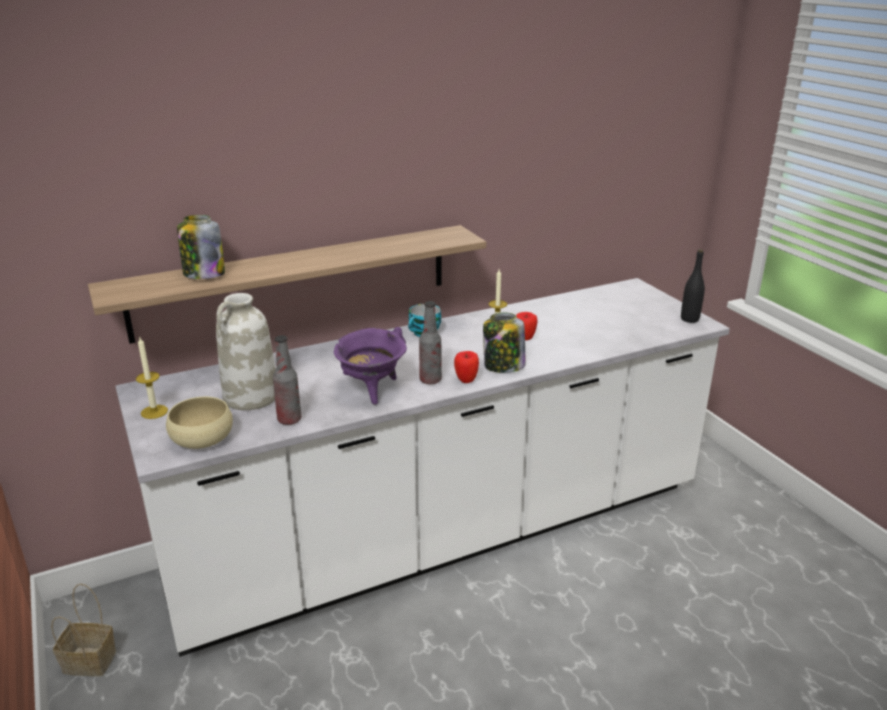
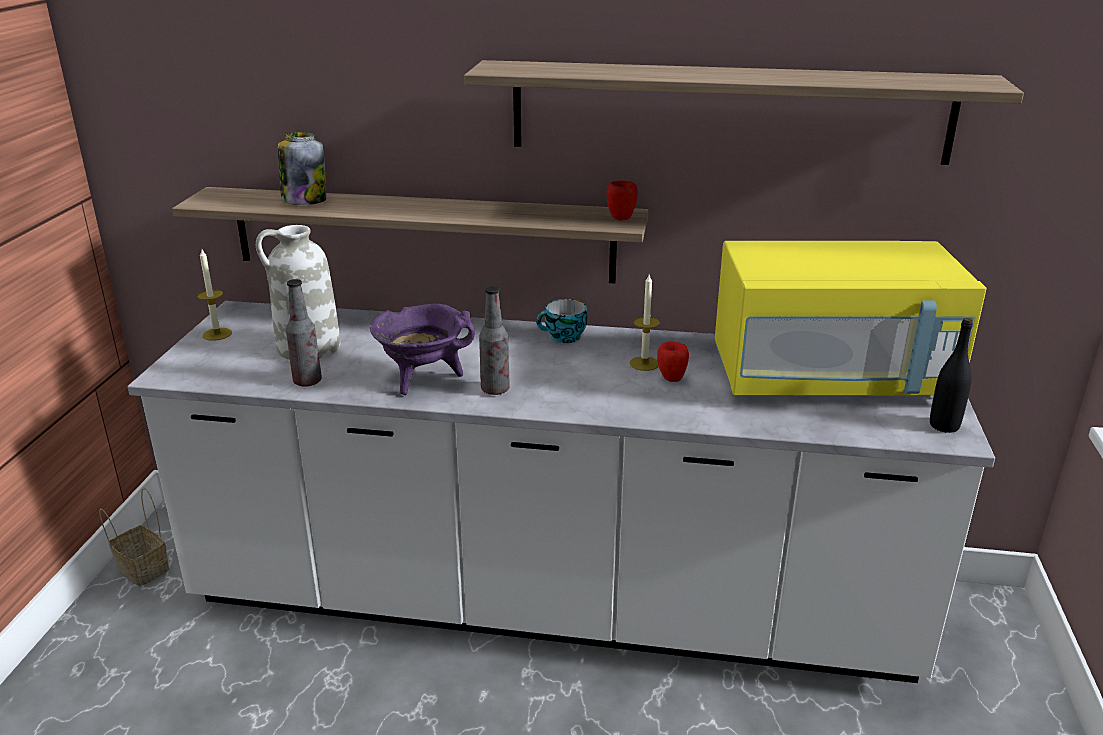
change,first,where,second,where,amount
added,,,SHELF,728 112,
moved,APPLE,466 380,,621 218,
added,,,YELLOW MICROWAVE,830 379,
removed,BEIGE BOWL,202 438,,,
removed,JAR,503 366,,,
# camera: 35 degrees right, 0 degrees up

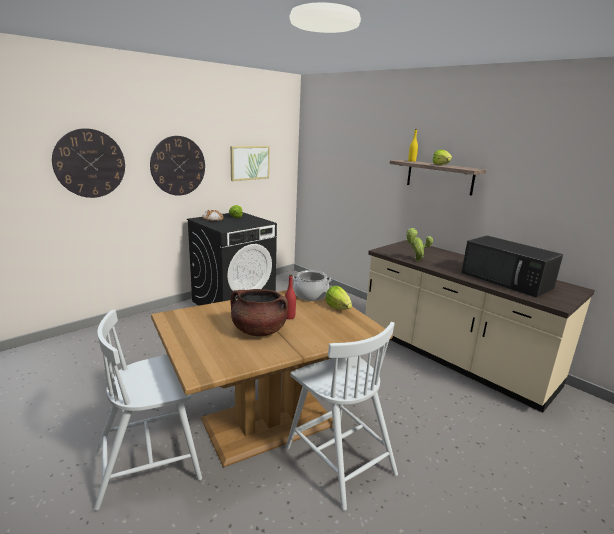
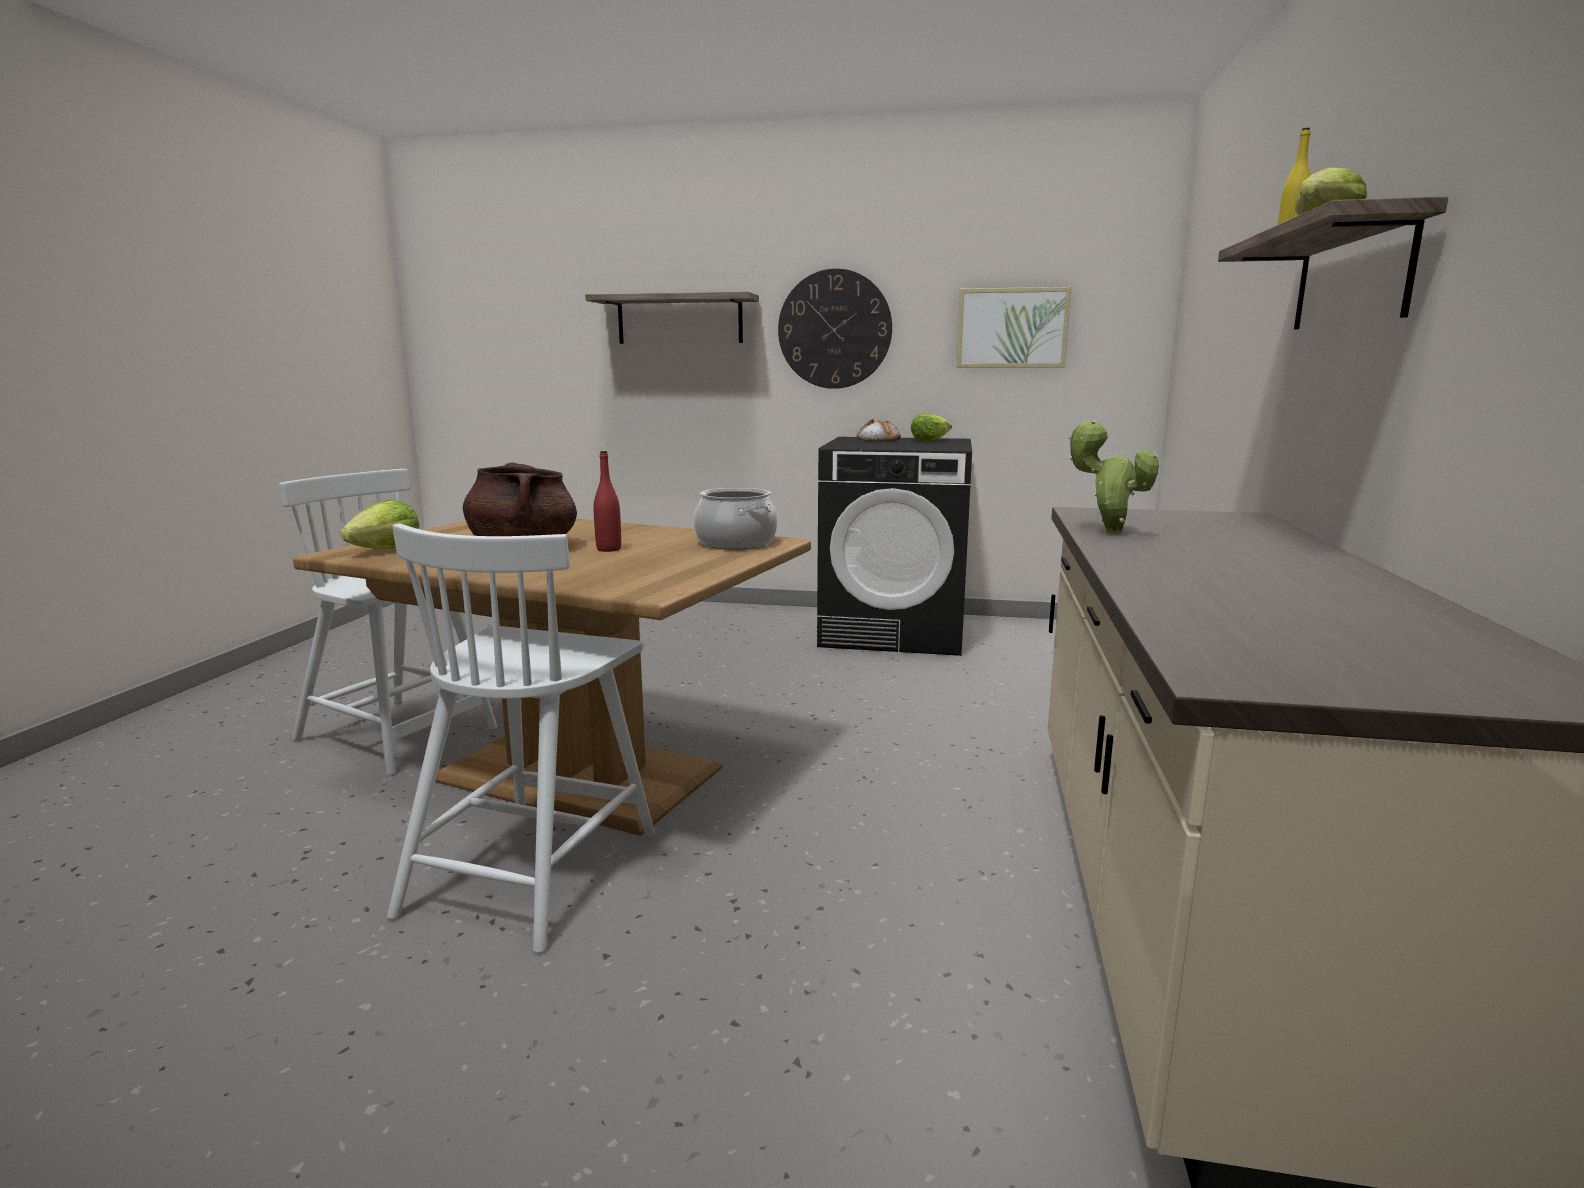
change,first,where,second,where,amount
moved,LETTUCE,338 307,,386 550,
replaced,WALL CLOCK,90 163,SHELF,680 320,
removed,BLACK MICROWAVE,507 280,,,
# camera: 55 degrees right, 5 degrees down

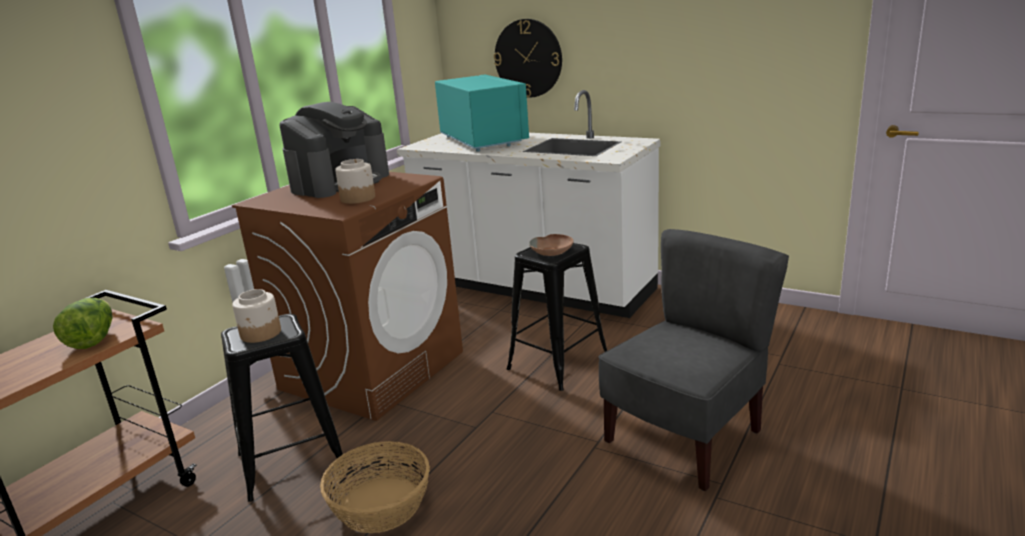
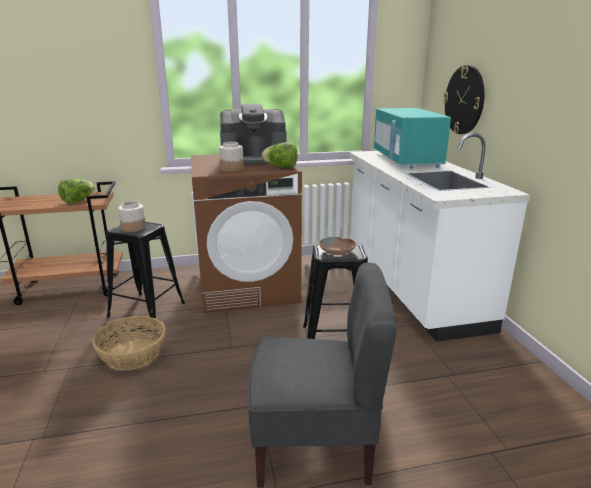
change,first,where,second,where,amount
added,,,LETTUCE,281 167,
turned,TURQUOISE MICROWAVE,483 140,,406 160,150 degrees clockwise
# camera: 45 degrees right, 0 degrees up

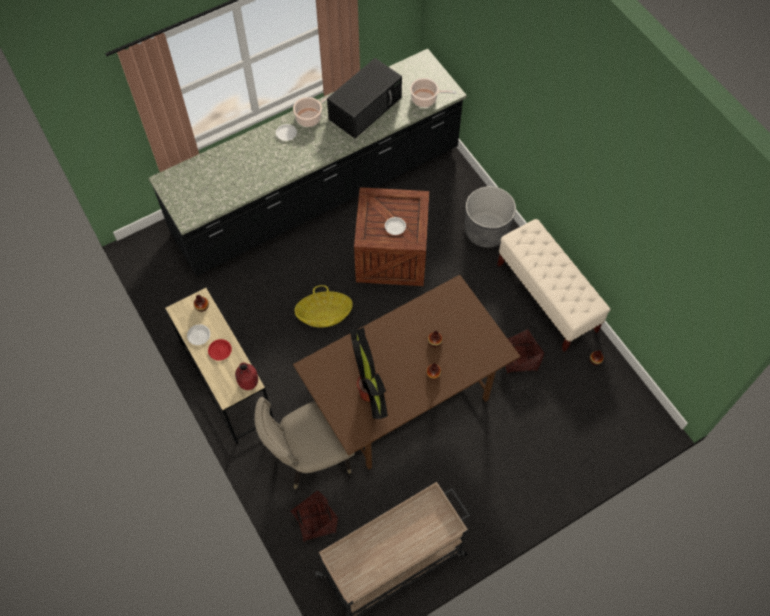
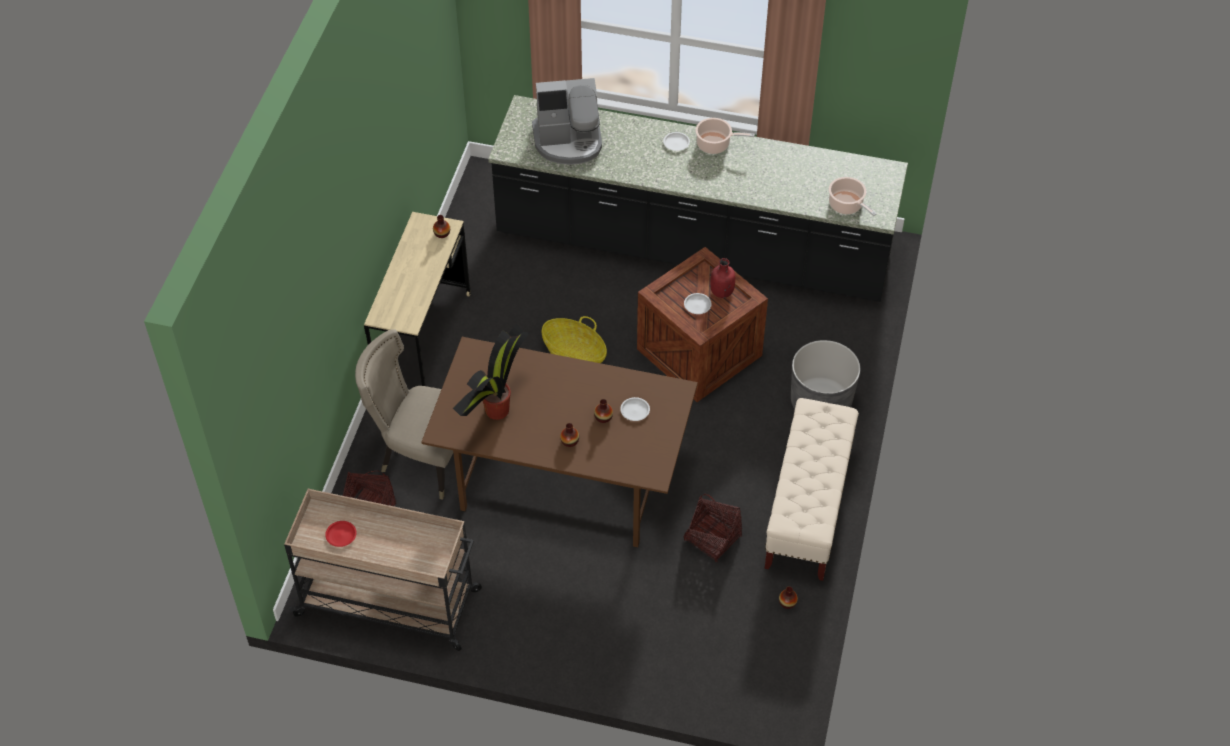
change,first,where,second,where,amount
moved,RED PLATE,220 350,,341 535,
added,,,COFFEE MACHINE,568 142,
moved,WHITE PLATE,199 336,,634 411,
moved,RED BOTTLE,248 383,,721 292,
removed,BLACK MICROWAVE,365 107,,,
# camera: 45 degrees right, 10 degrees down

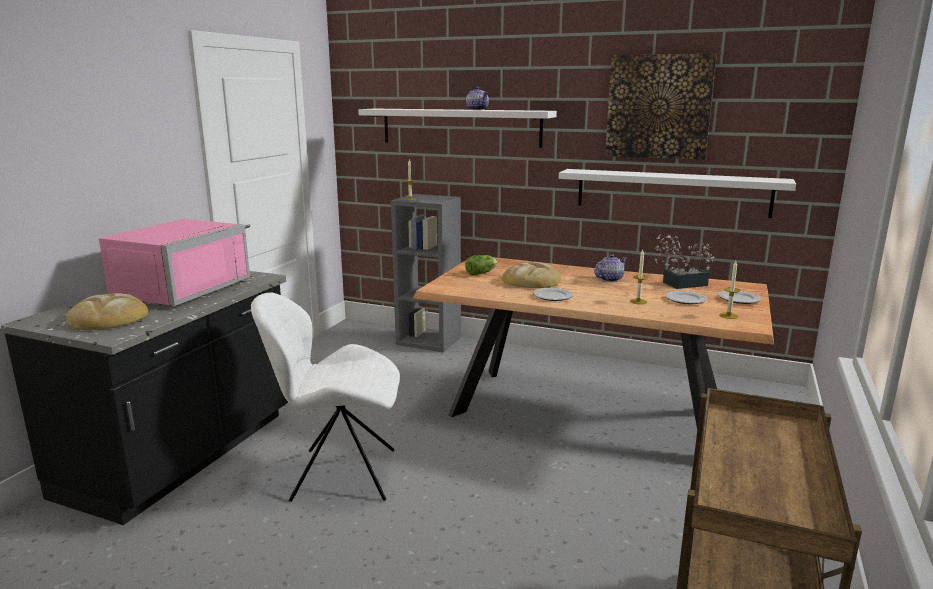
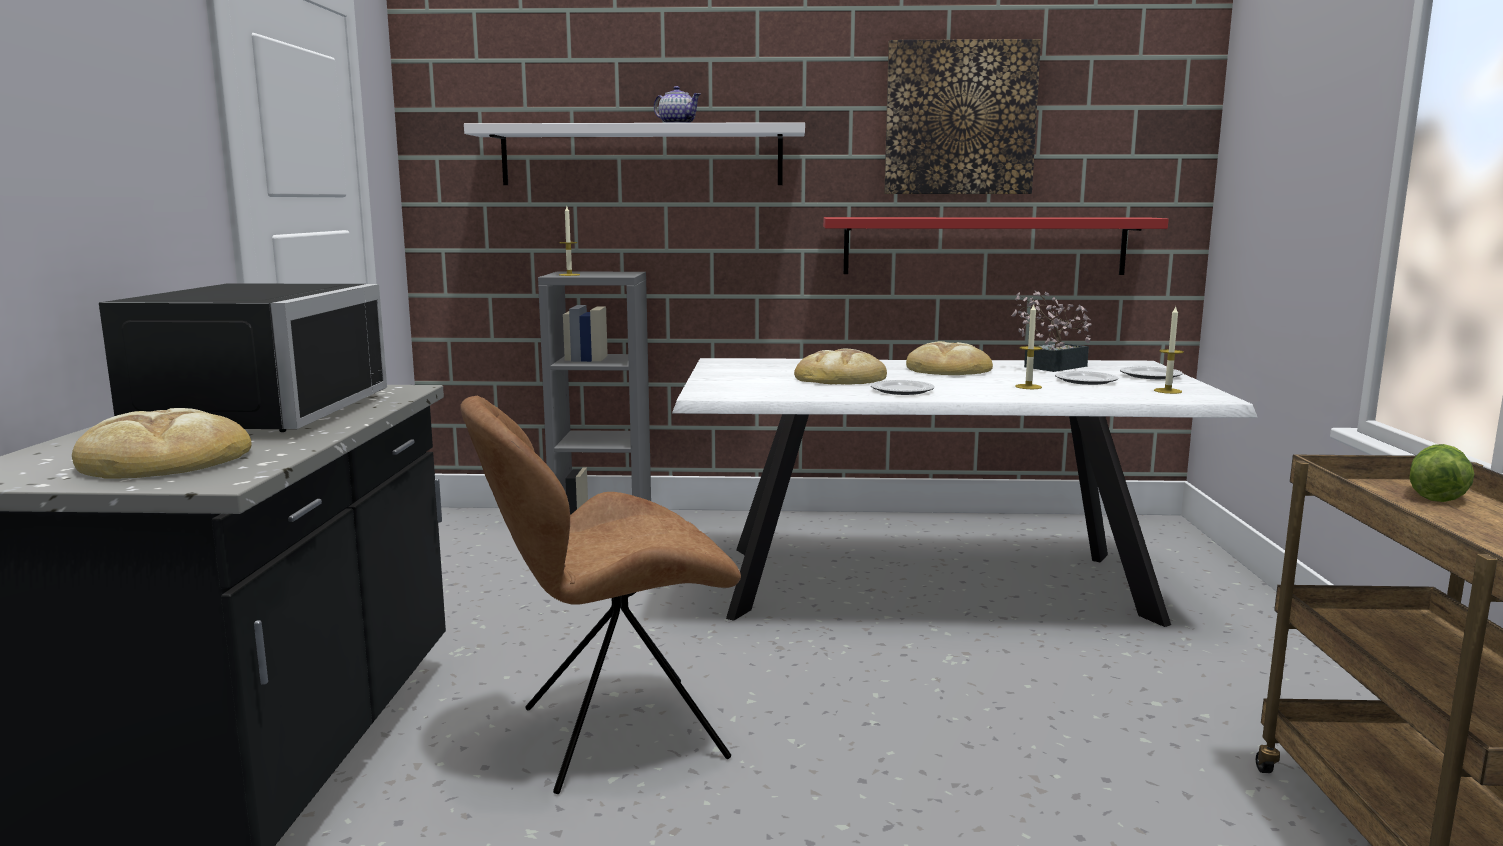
change,first,where,second,where,amount
recoloured,PINK MICROWAVE,176 288,BLACK MICROWAVE,248 413,
recoloured,WHITE CHAIR,340 474,BROWN CHAIR,614 734,
recoloured,BROWN DINING TABLE,586 412,WHITE DINING TABLE,932 584,
recoloured,WHITE SHELF,671 192,RED SHELF,984 246,
replaced,TEAPOT,609 279,BREAD,947 369,
moved,LETTUCE,482 273,,1437 493,
# camera: 20 degrees left, 5 degrees down

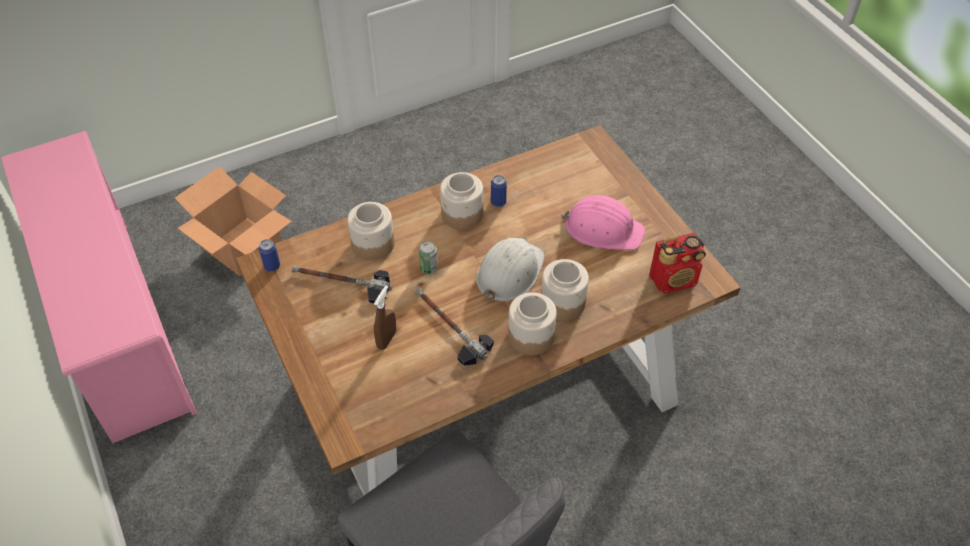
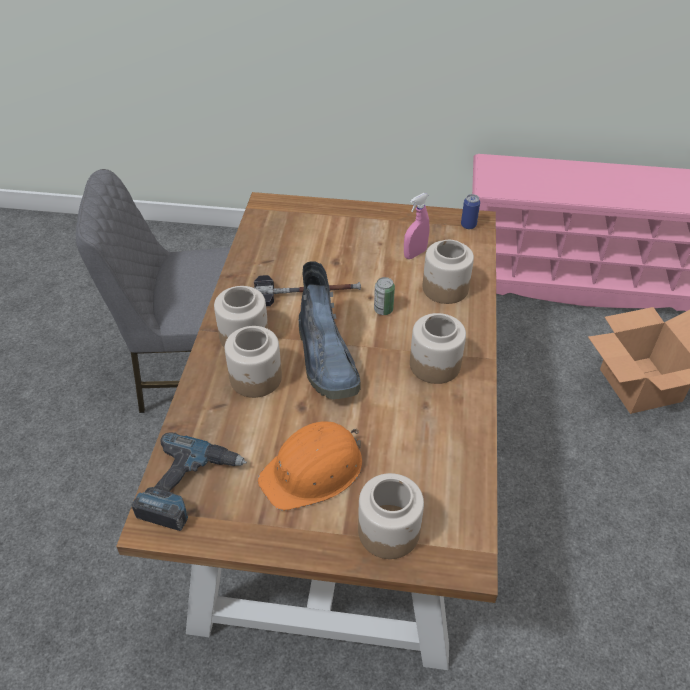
change,first,where,second,where,amount
replaced,RADIO,674 280,POWER DRILL,189 487,
recoloured,PINK HARD HAT,603 229,ORANGE HARD HAT,314 470,
replaced,WHITE HARD HAT,509 272,BOOT,327 360,
added,,,JAR,389 530,
replaced,HAMMER,341 283,PINK SPRAY BOTTLE,415 254,
removed,BROWN SPRAY BOTTLE,386 339,,,
removed,CAN,498 202,,,
# camera: 125 degrees right, 5 degrees down

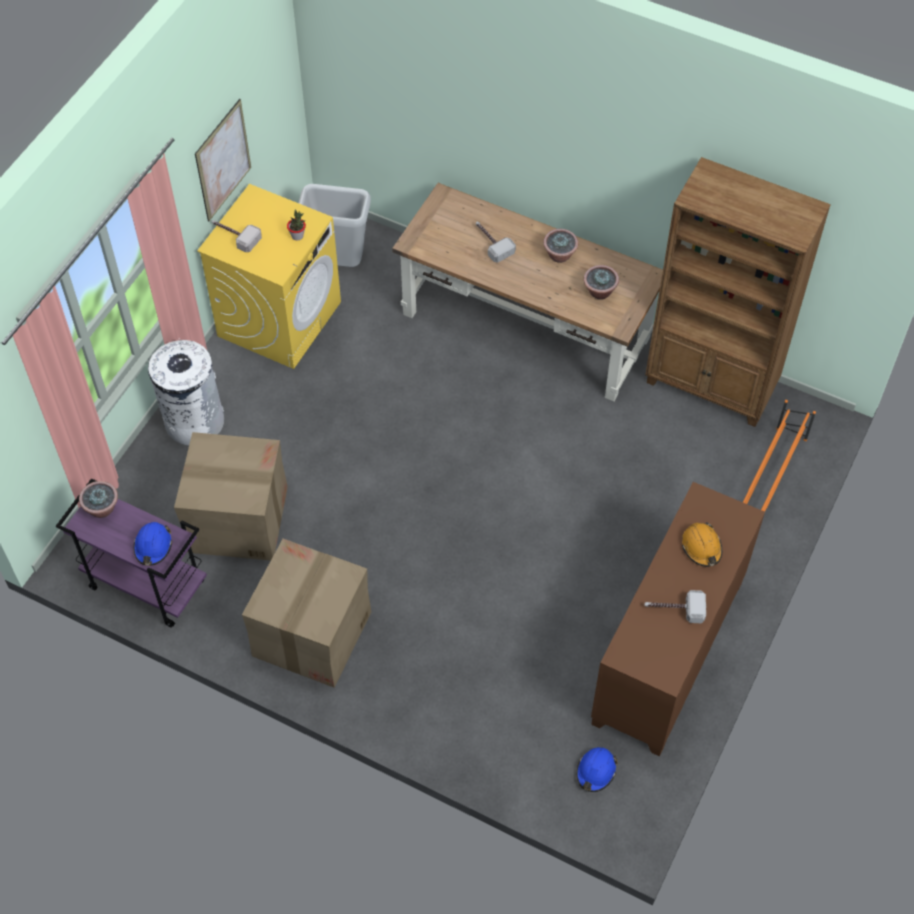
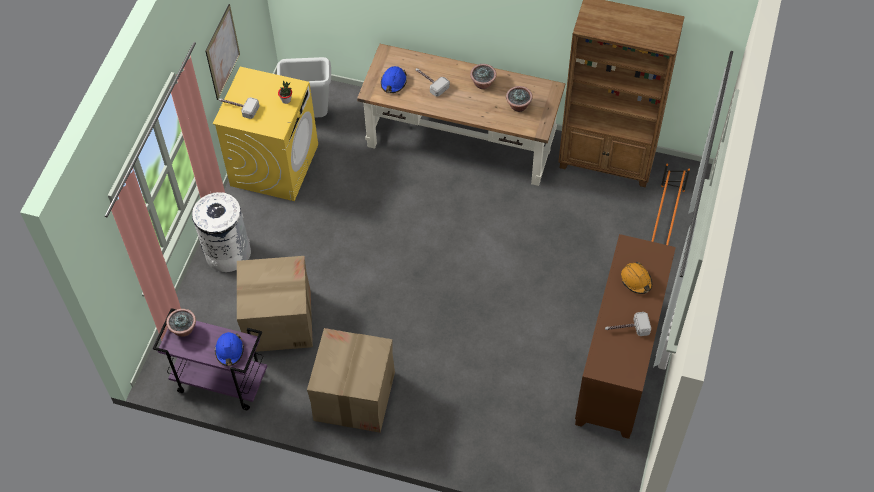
change,first,where,second,where,amount
moved,BLUE HARD HAT,595 771,,393 83,
# camera: 10 degrees left, 0 degrees up

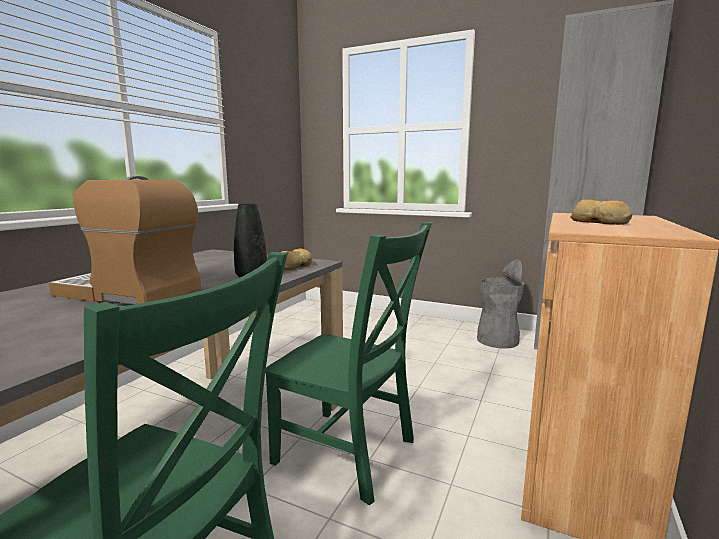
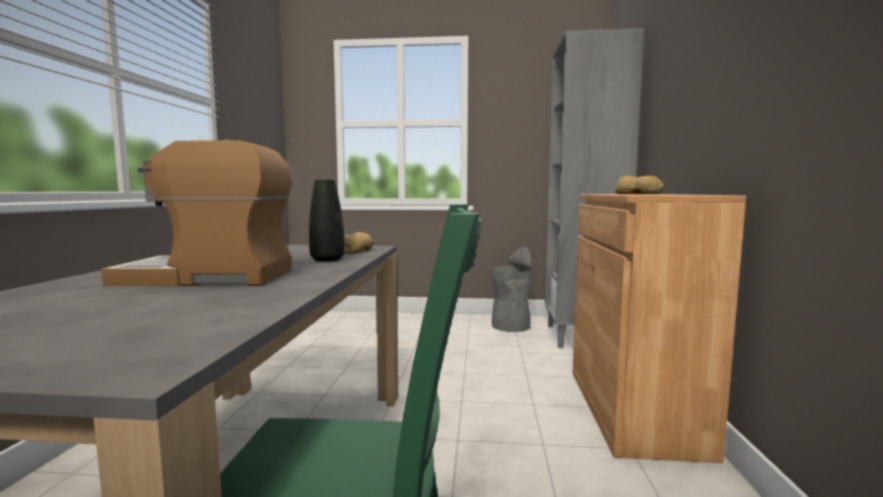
change,first,where,second,where,amount
removed,GREEN CHAIR,350 454,,,
# camera: 20 degrees left, 5 degrees down

